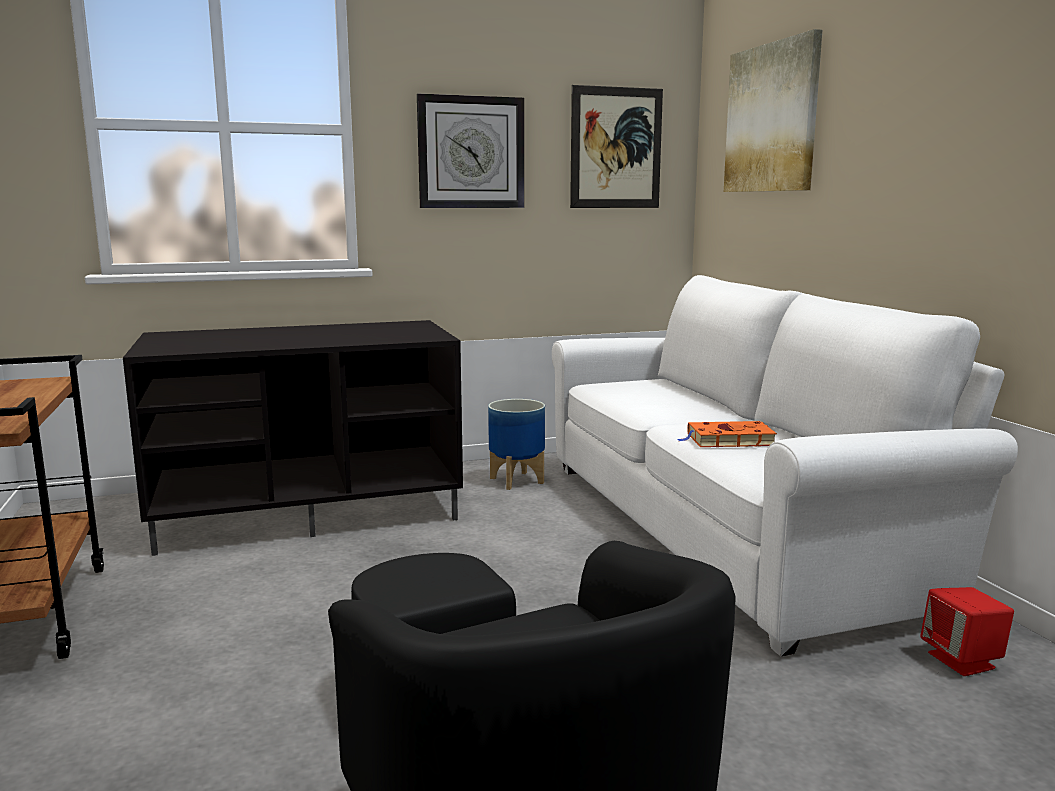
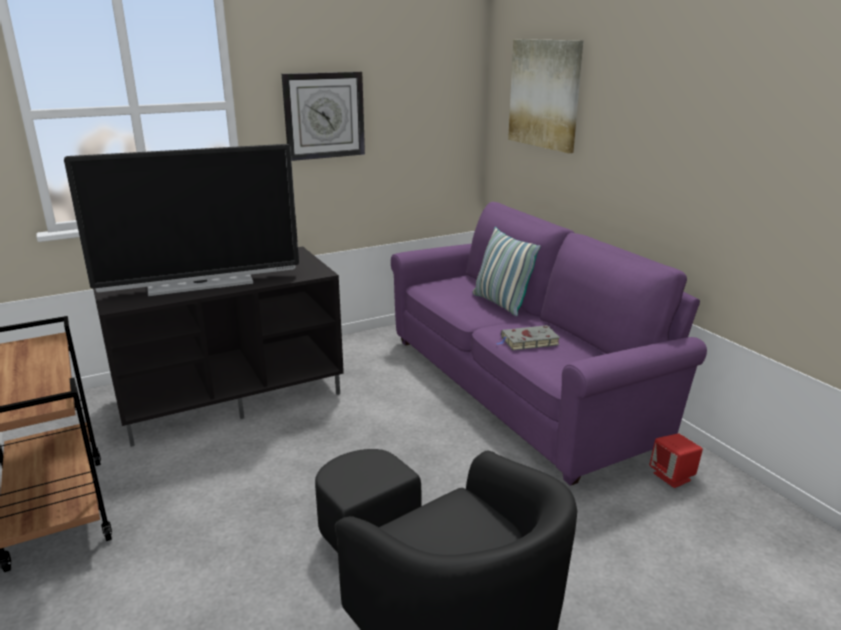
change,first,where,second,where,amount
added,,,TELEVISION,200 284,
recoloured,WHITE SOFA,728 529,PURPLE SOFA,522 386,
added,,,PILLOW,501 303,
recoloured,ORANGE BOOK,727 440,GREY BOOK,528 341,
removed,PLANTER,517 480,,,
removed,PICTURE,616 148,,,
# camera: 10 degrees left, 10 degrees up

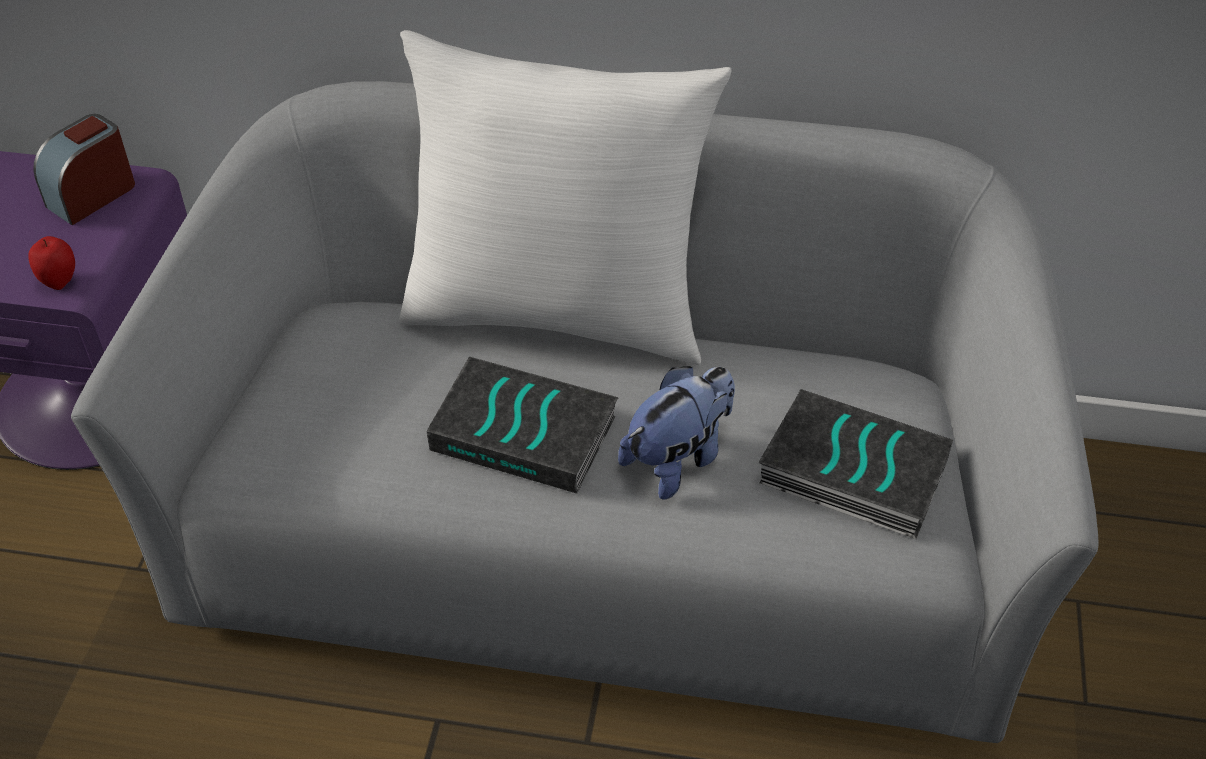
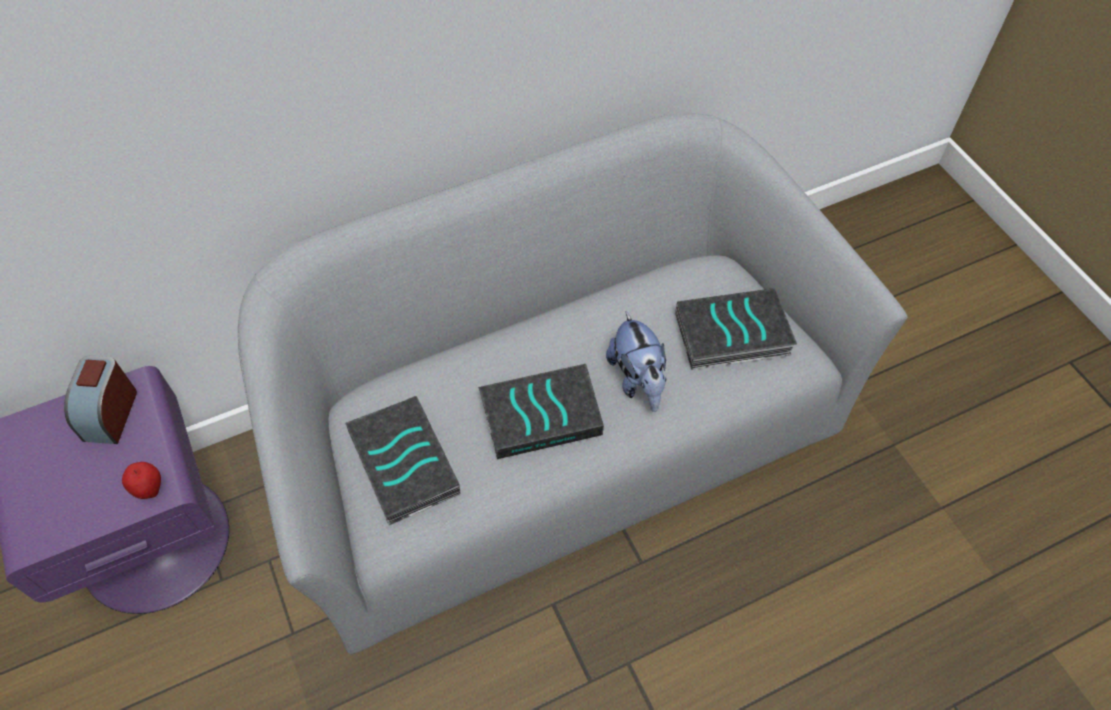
change,first,where,second,where,amount
added,,,BOOK,401 463,
turned,PLUSH TOY,678 459,,638 380,150 degrees clockwise
removed,WHITE PILLOW,558 311,,,
# camera: 35 degrees left, 10 degrees up

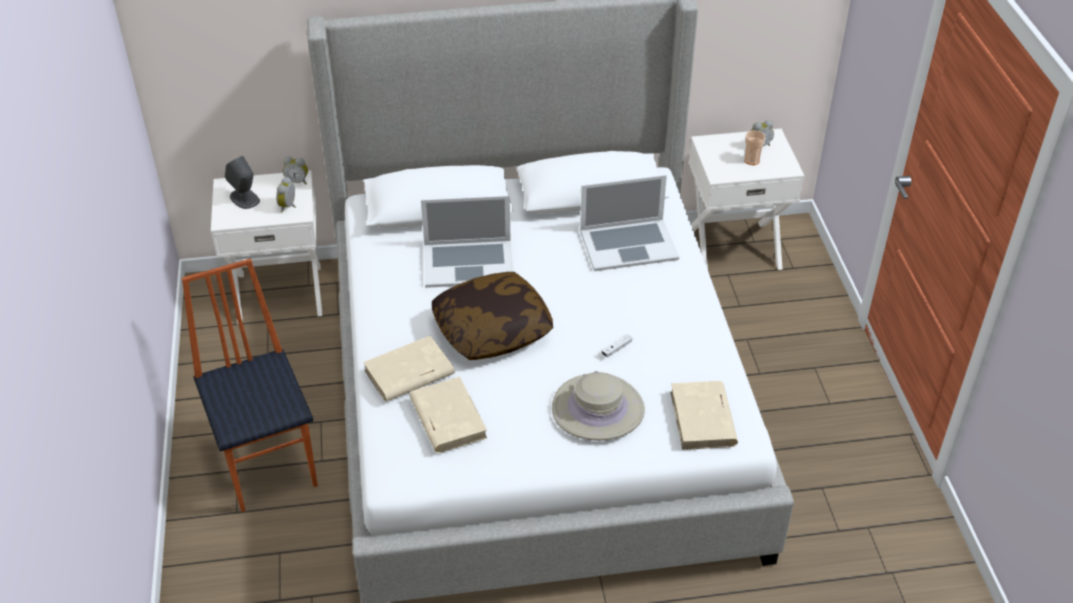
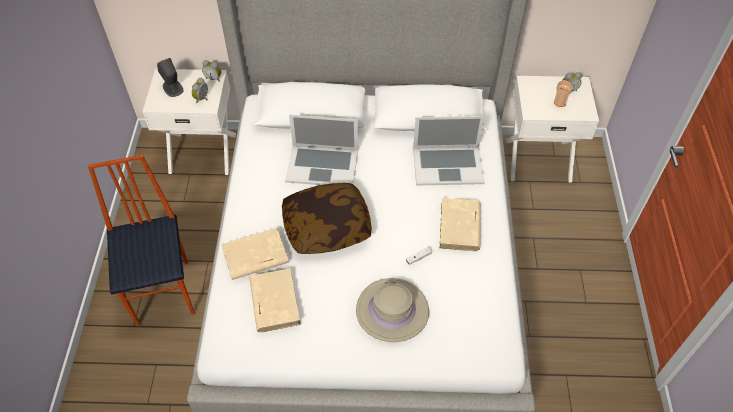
change,first,where,second,where,amount
moved,BEIGE BOOK,703 419,,460 227,
# camera: 10 degrees right, 10 degrees up

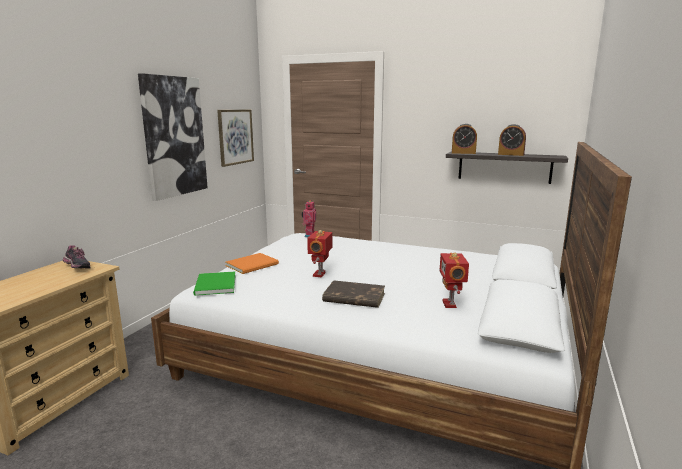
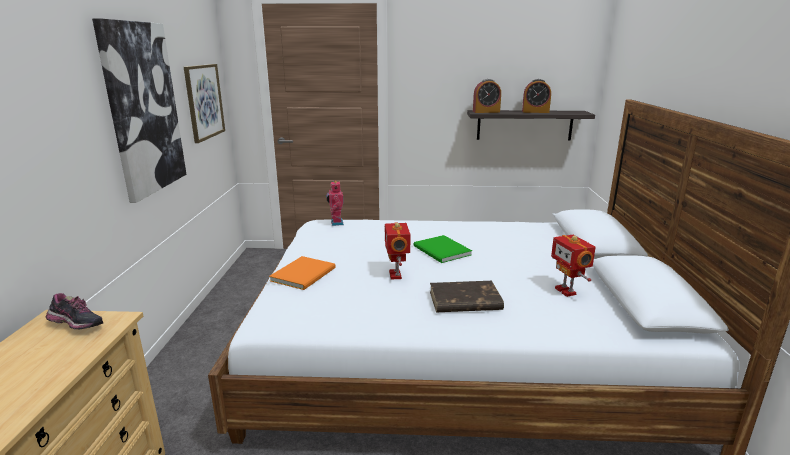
change,first,where,second,where,amount
moved,GREEN BOOK,214 285,,442 251,
# camera: 20 degrees left, 5 degrees up

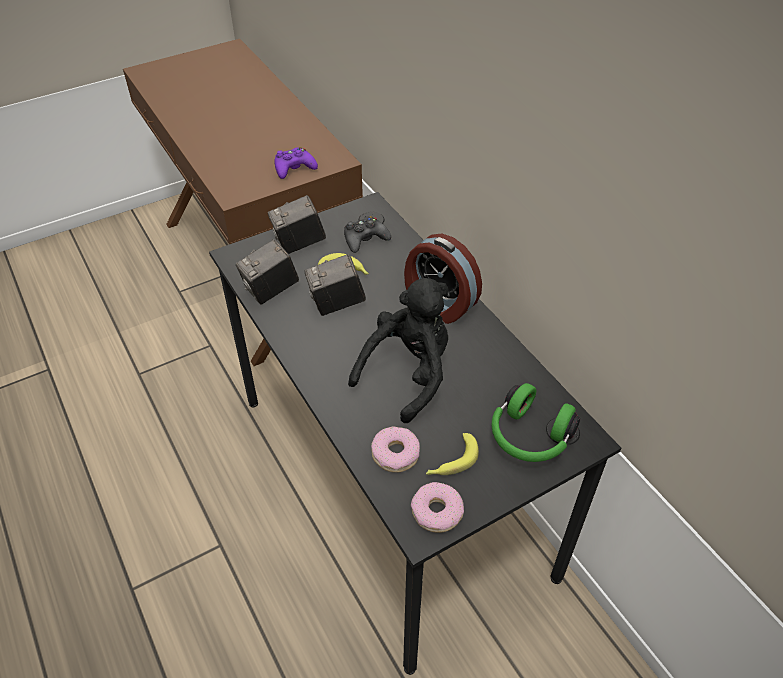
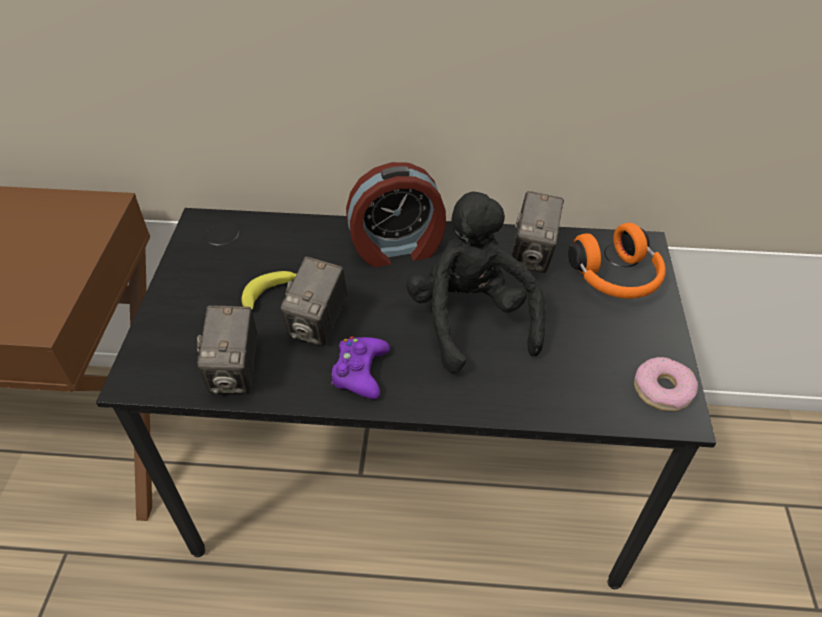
change,first,where,second,where,amount
moved,PURPLE GAME CONTROLLER,294 168,,360 372,
moved,PHOTO CAMERA,299 243,,532 255,
recoloured,GREEN HEADPHONES,529 437,ORANGE HEADPHONES,616 278,
removed,BLACK GAME CONTROLLER,365 239,,,
removed,DONUT,395 454,,,
removed,BANANA,451 461,,,
# camera: 55 degrees left, 0 degrees up

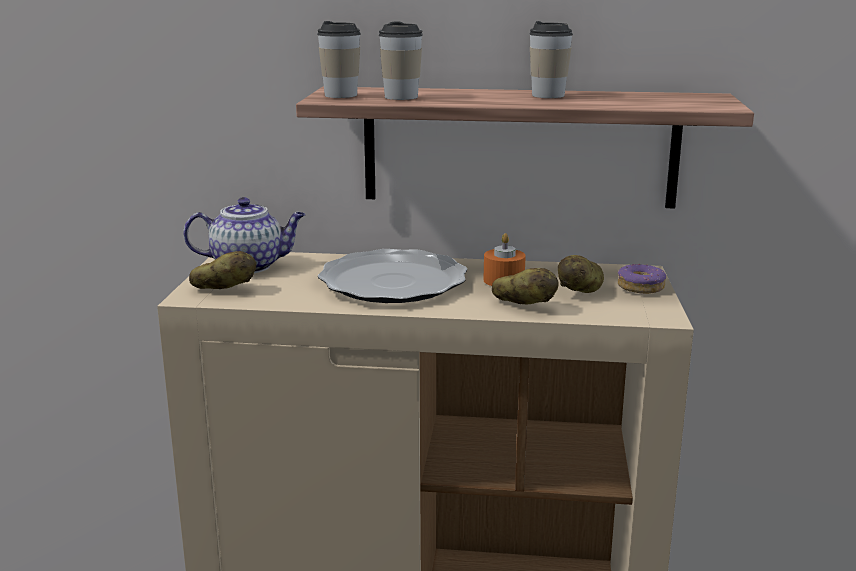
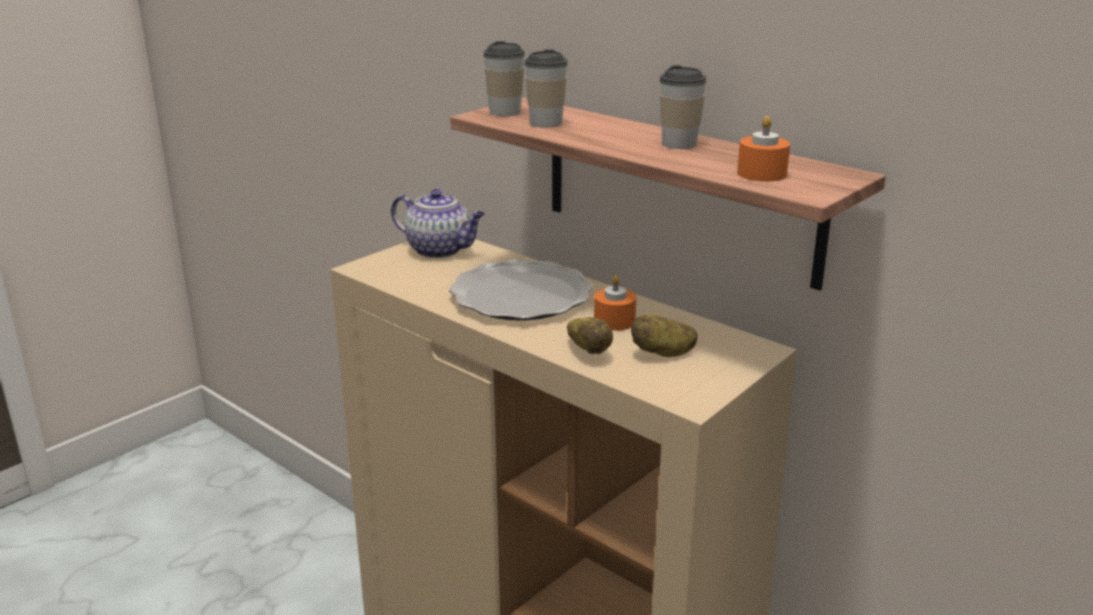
change,first,where,second,where,amount
added,,,ORANGE CANDLE,761 174,
removed,POTATO,224 289,,,
removed,DONUT,641 287,,,
# camera: 35 degrees right, 5 degrees up

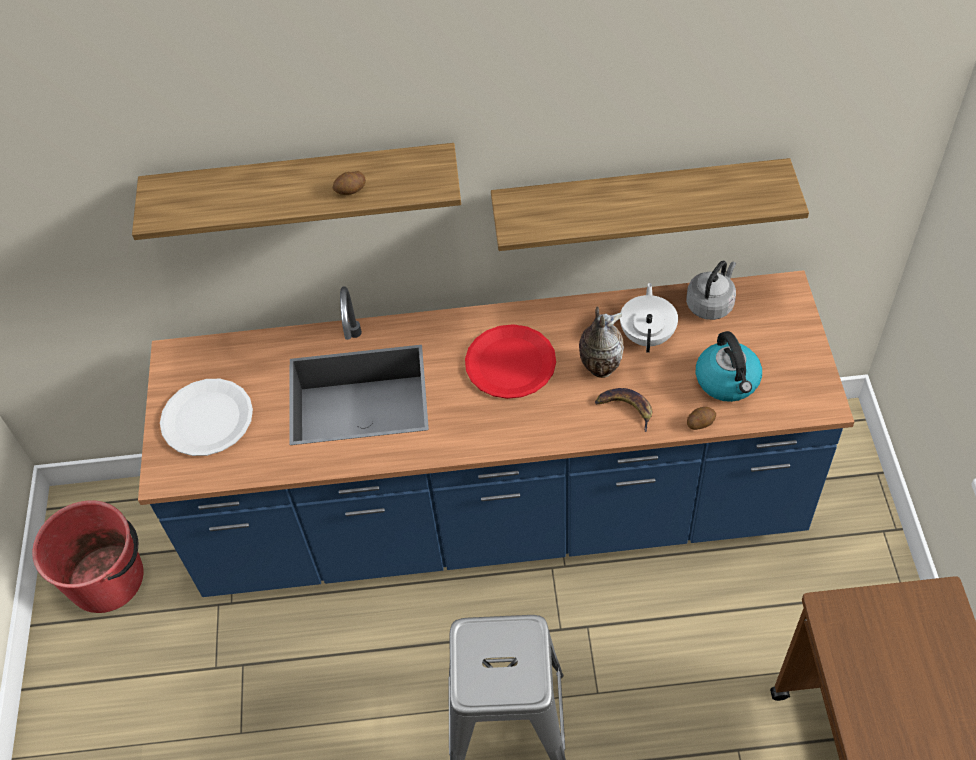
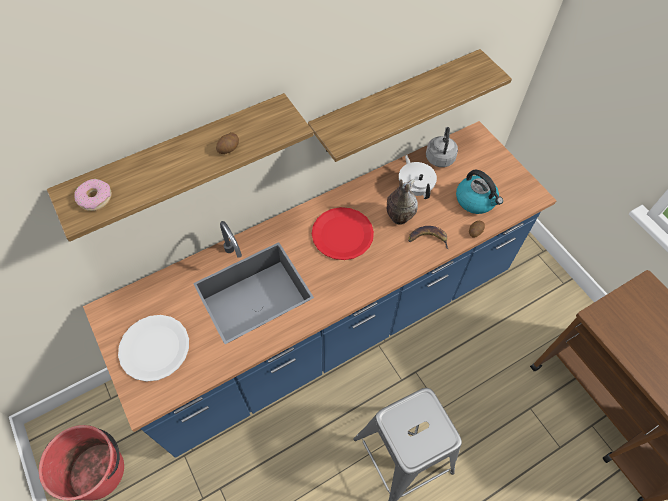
change,first,where,second,where,amount
added,,,DONUT,95 198,
# camera: 30 degrees left, 5 degrees up

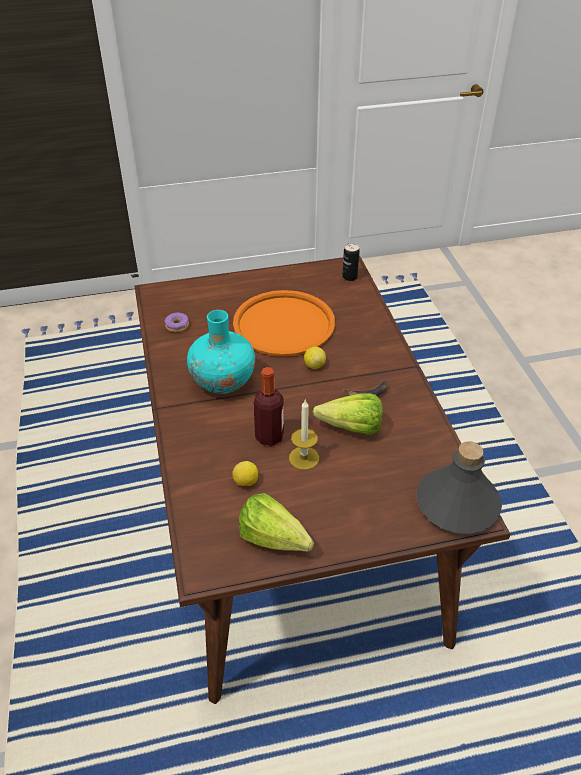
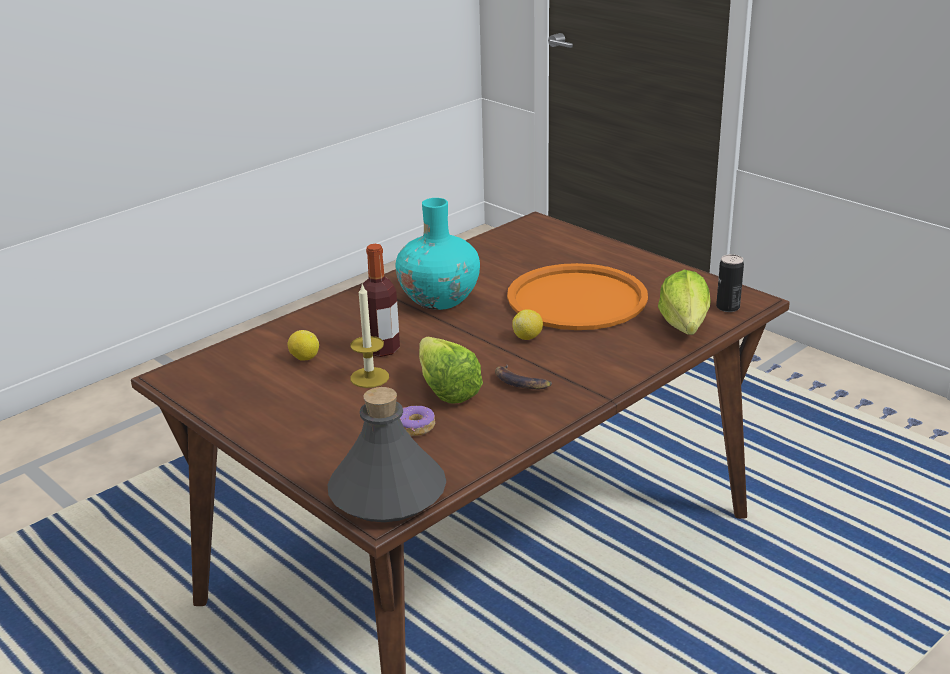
change,first,where,second,where,amount
moved,DONUT,177 326,,415 427,
moved,LETTUCE,277 543,,683 331,
# camera: 60 degrees right, 15 degrees down

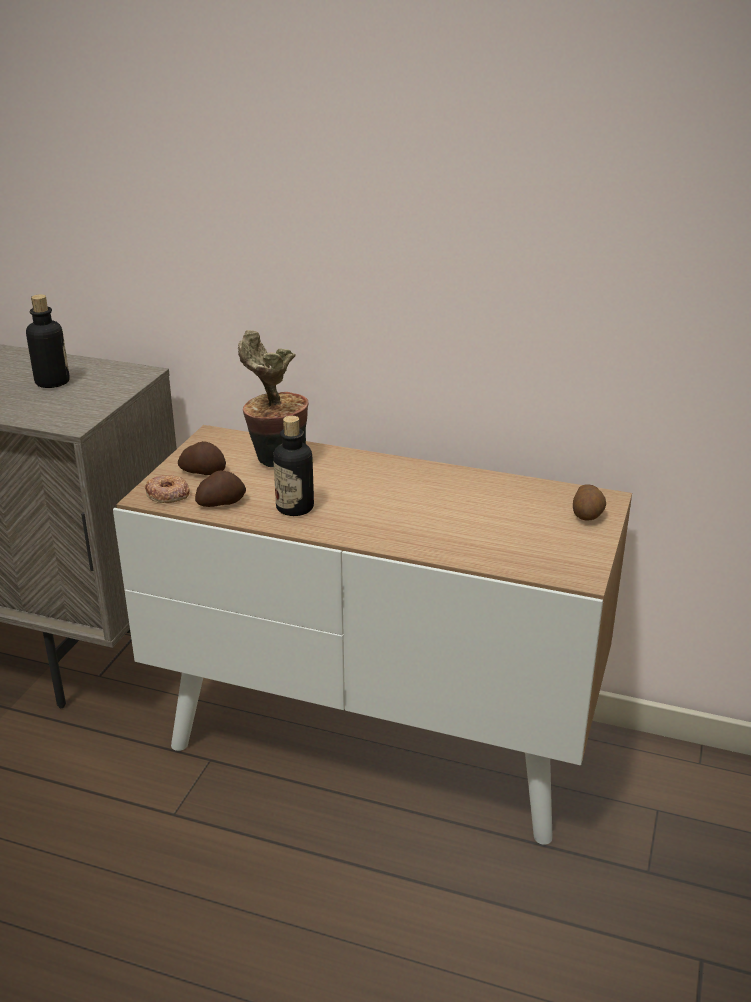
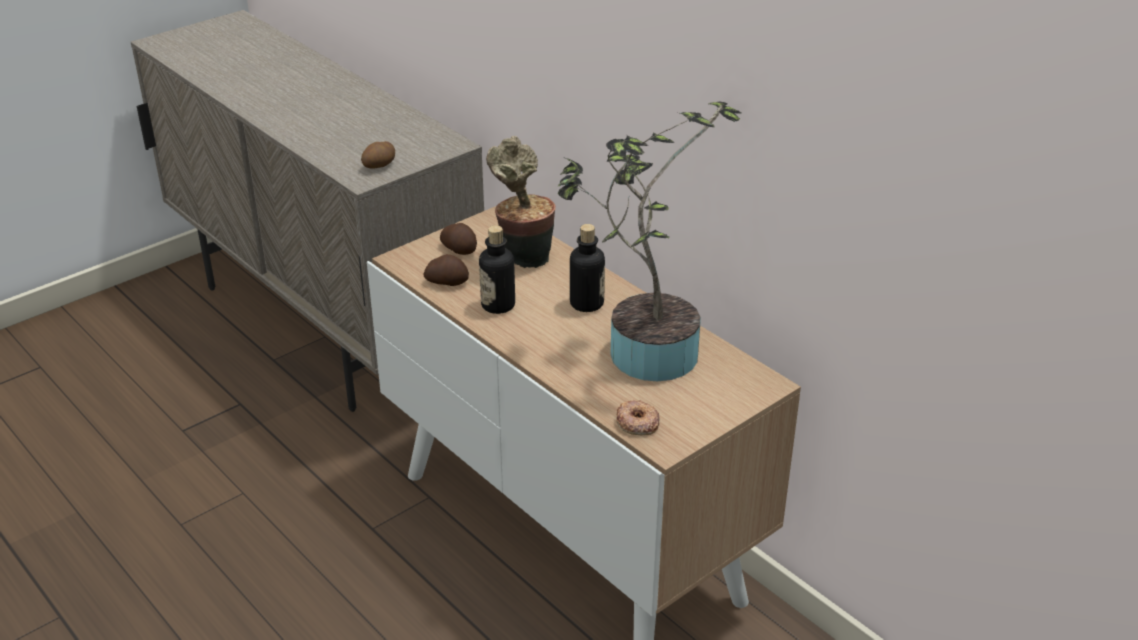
change,first,where,second,where,amount
moved,POTATO,588 515,,380 165,
added,,,POTTED PLANT,643 352,
moved,BOTTLE,52 382,,586 303,
moved,DONUT,167 494,,637 422,
# camera: 30 degrees right, 5 degrees up

